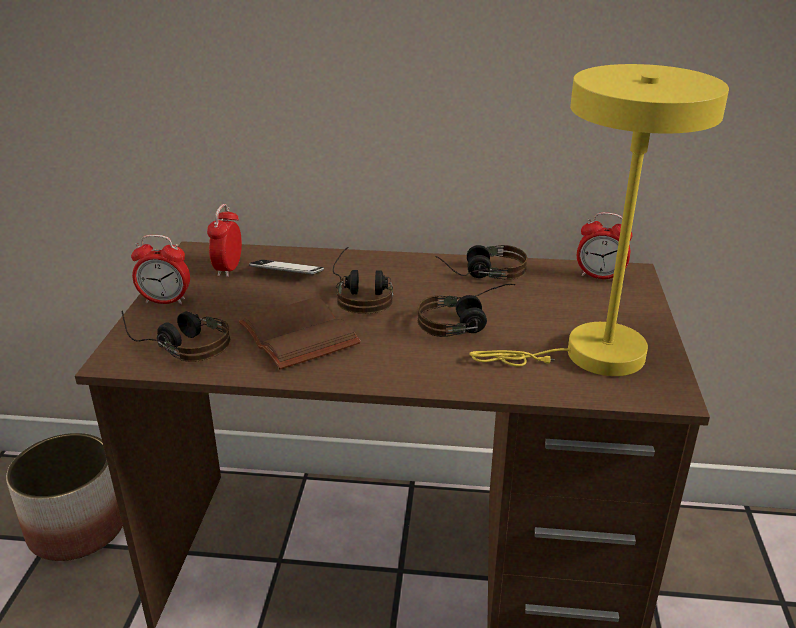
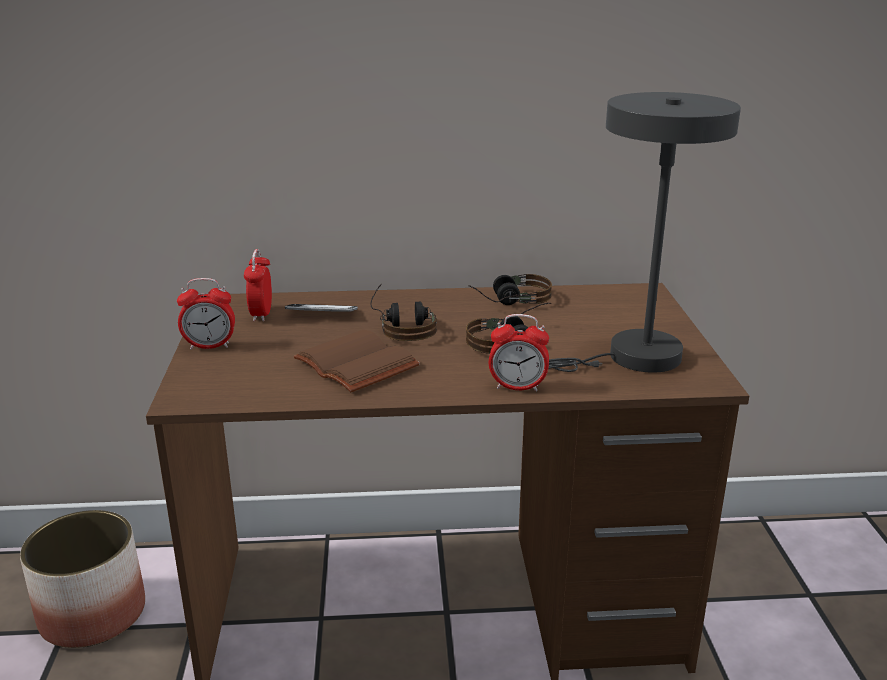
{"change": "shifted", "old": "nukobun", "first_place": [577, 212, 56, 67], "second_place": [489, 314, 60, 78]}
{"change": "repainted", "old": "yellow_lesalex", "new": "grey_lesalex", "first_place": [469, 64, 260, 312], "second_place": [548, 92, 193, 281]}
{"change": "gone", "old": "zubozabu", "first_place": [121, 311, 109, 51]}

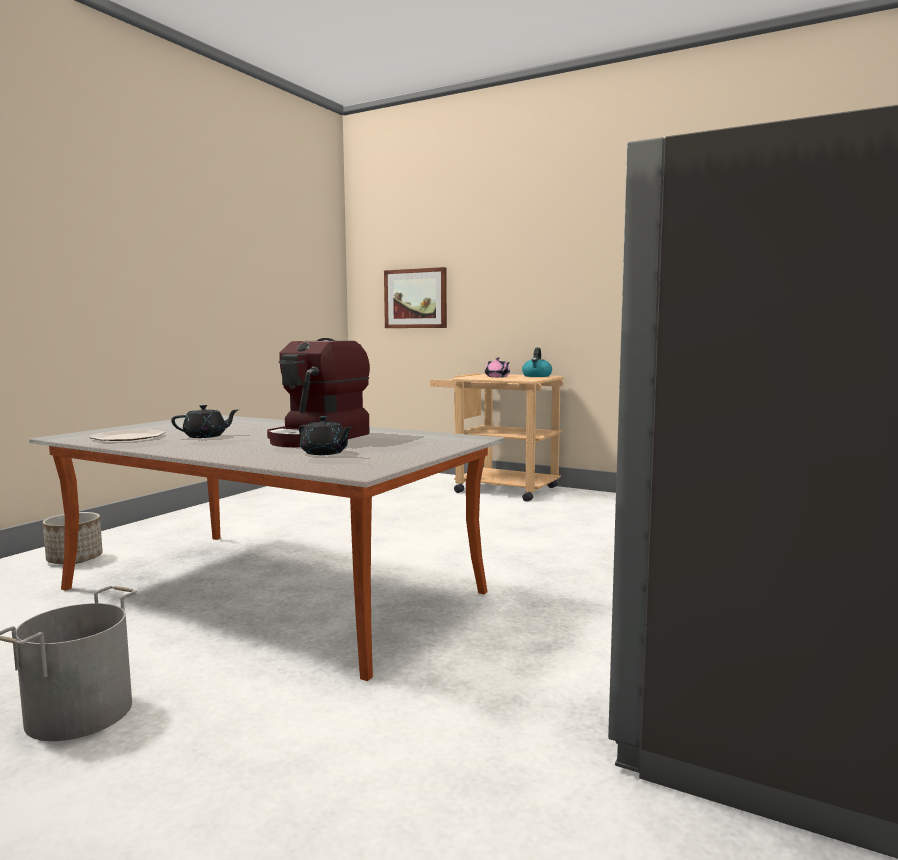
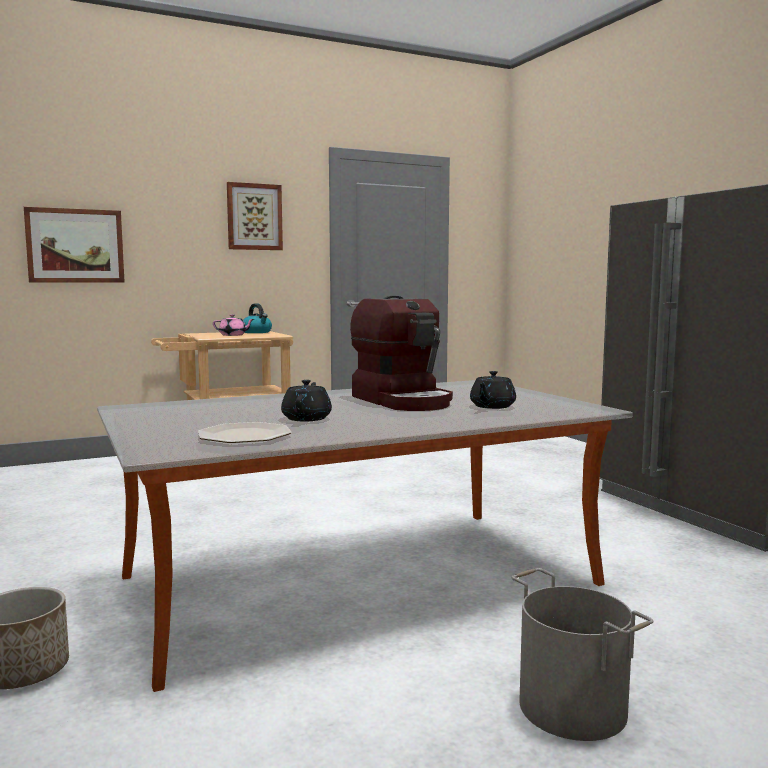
{"change": "new", "new": "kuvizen", "second_place": [227, 182, 56, 68]}
{"change": "rotated", "old": "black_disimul", "first_place": [299, 416, 54, 39], "second_place": [470, 371, 46, 38], "degrees": 135}

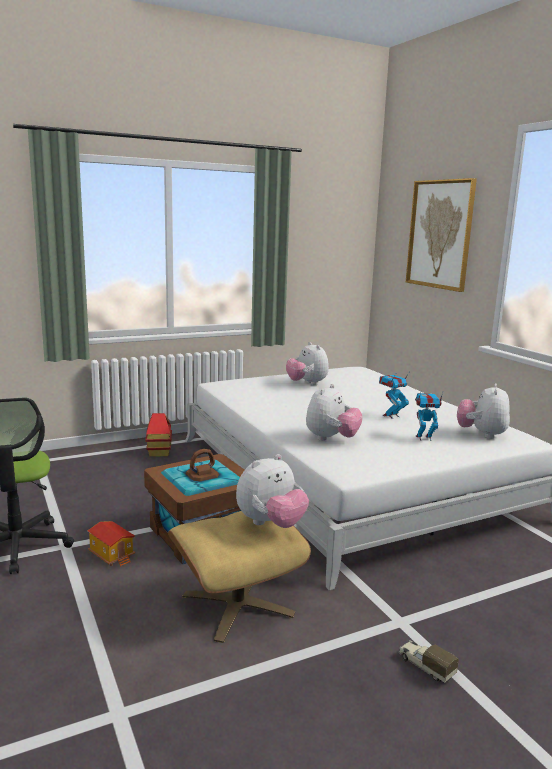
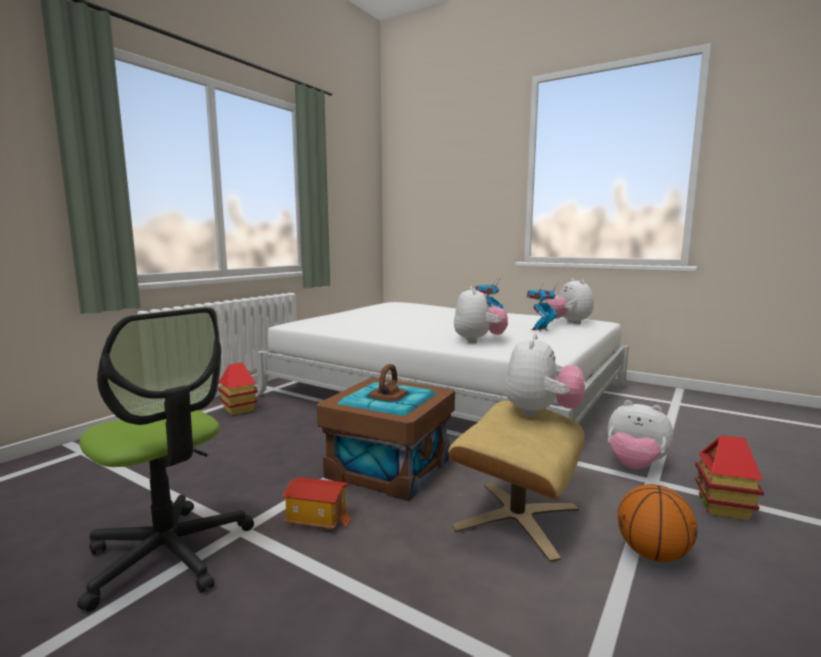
{"change": "shifted", "old": "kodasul", "first_place": [286, 342, 43, 43], "second_place": [608, 400, 66, 69]}
{"change": "new", "new": "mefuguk", "second_place": [618, 484, 80, 78]}
{"change": "swapped", "old": "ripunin", "new": "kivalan", "first_place": [399, 640, 60, 43], "second_place": [695, 435, 69, 86]}
{"change": "gone", "old": "kuvizen", "first_place": [406, 178, 71, 114]}

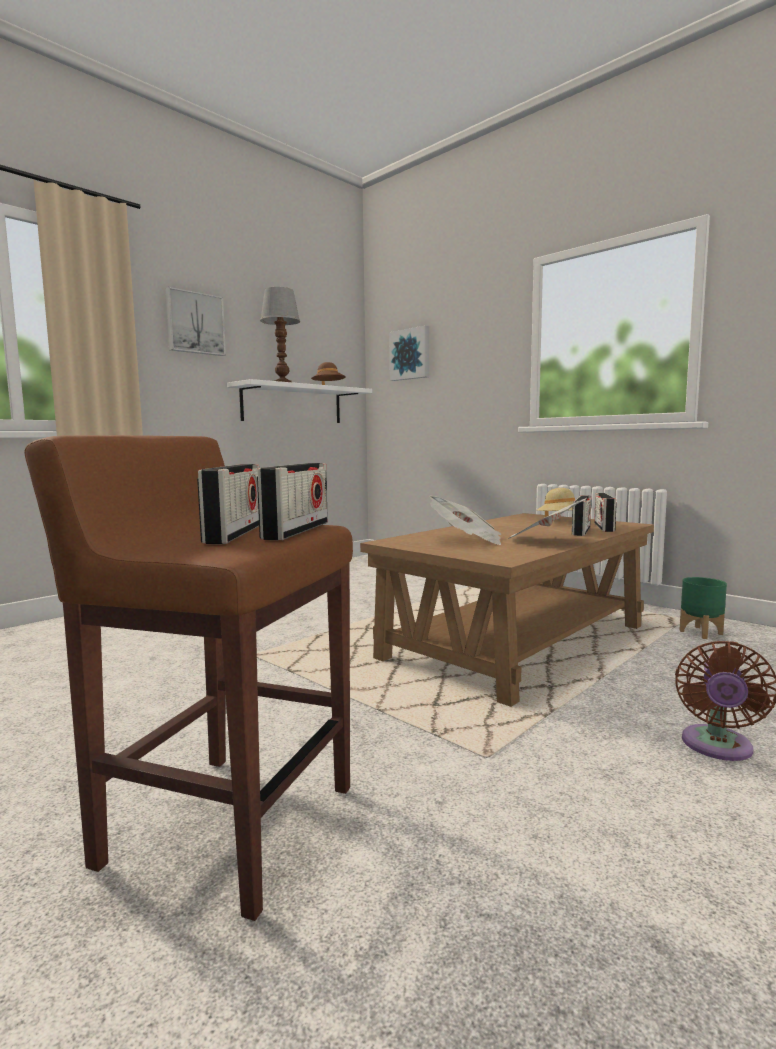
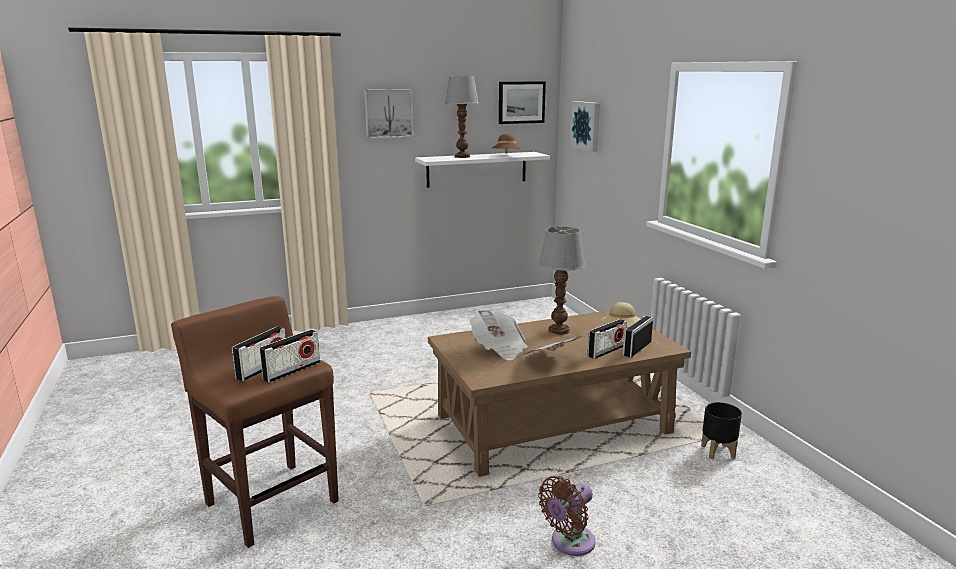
{"change": "new", "new": "kuvizen", "second_place": [499, 81, 47, 43]}
{"change": "new", "new": "lesalex", "second_place": [539, 226, 46, 109]}
{"change": "repainted", "old": "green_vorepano", "new": "black_vorepano", "first_place": [679, 577, 48, 62], "second_place": [701, 402, 41, 57]}

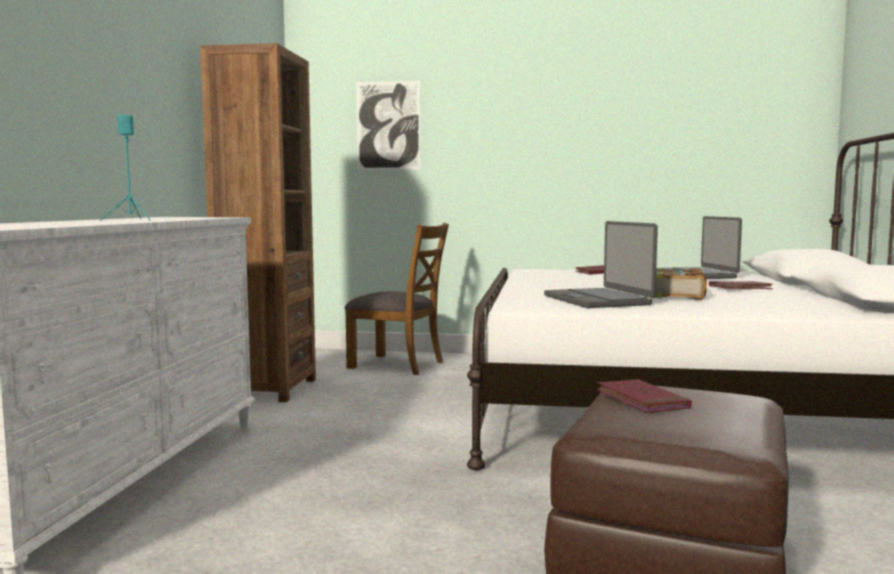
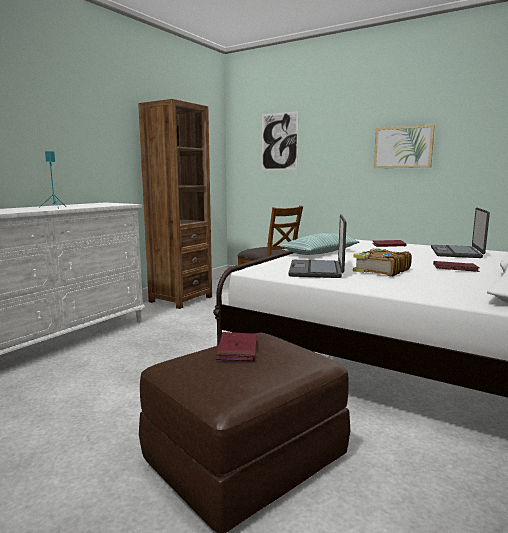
{"change": "new", "new": "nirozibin", "second_place": [280, 233, 79, 22]}
{"change": "new", "new": "kuvizen", "second_place": [374, 125, 61, 43]}

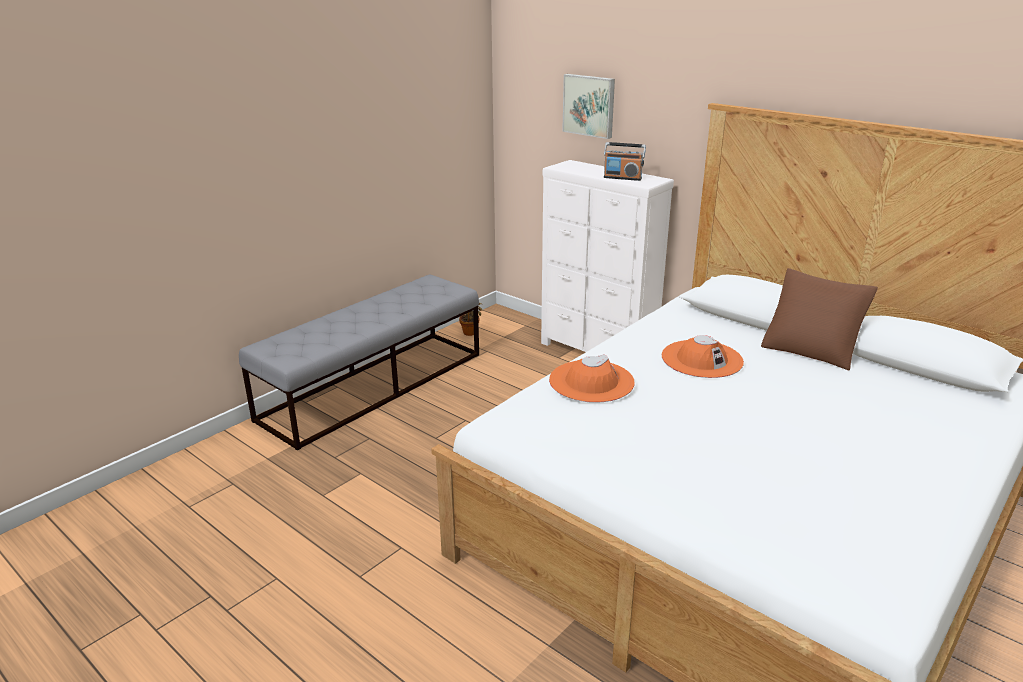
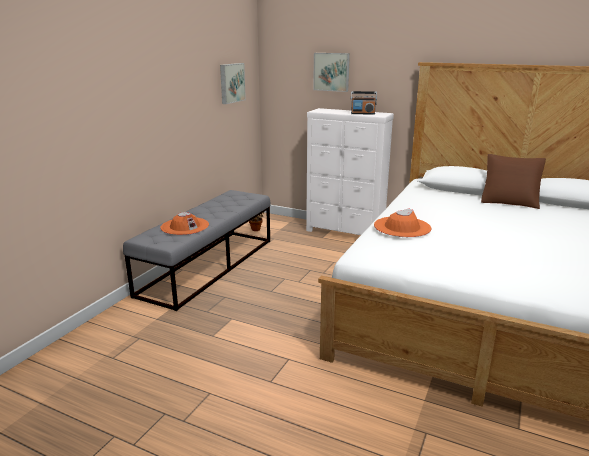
{"change": "shifted", "old": "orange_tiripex", "first_place": [662, 335, 82, 43], "second_place": [160, 212, 49, 23]}
{"change": "new", "new": "kuvizen", "second_place": [220, 63, 26, 41]}

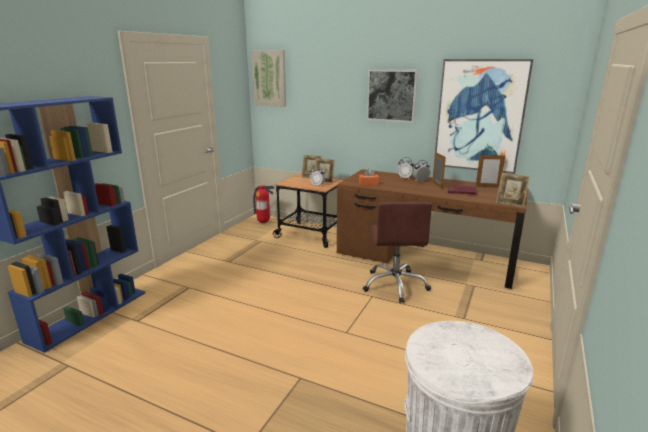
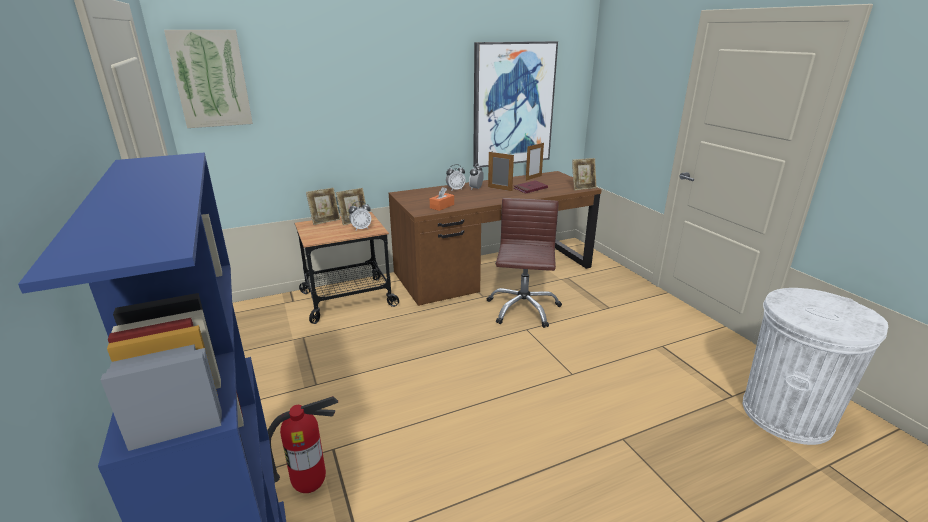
{"change": "shifted", "old": "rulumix", "first_place": [253, 185, 22, 38], "second_place": [268, 396, 70, 97]}
{"change": "rotated", "old": "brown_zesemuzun", "first_place": [363, 202, 69, 101], "second_place": [487, 198, 75, 130], "degrees": -120}
{"change": "gone", "old": "kuvizen", "first_place": [366, 69, 52, 54]}

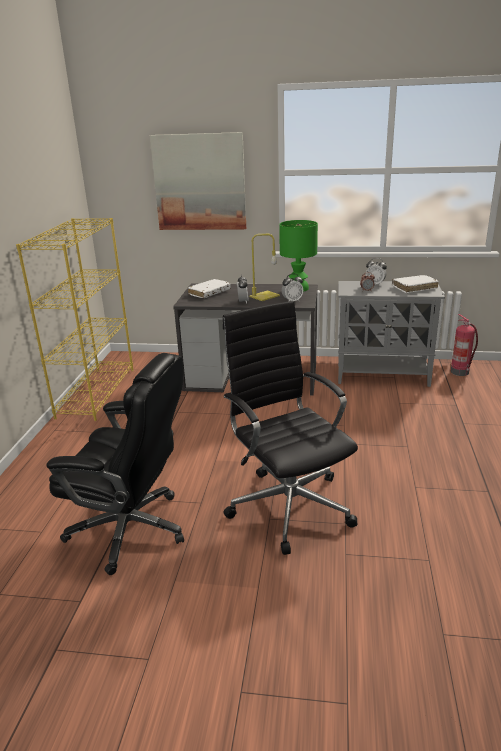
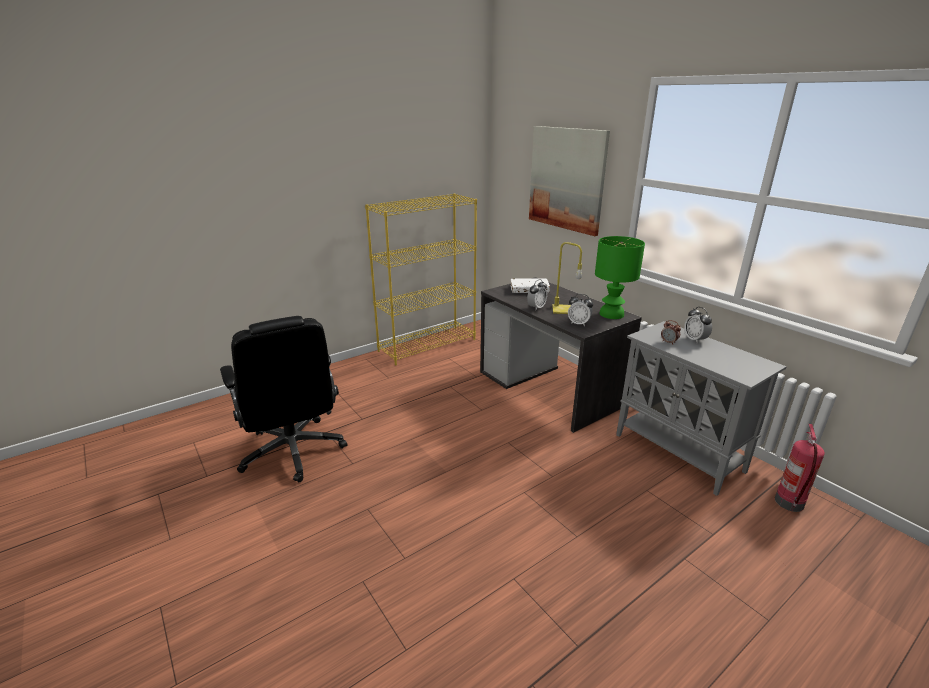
{"change": "gone", "old": "black_zesemuzun", "first_place": [223, 301, 135, 254]}
{"change": "gone", "old": "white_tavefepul", "first_place": [392, 275, 47, 18]}

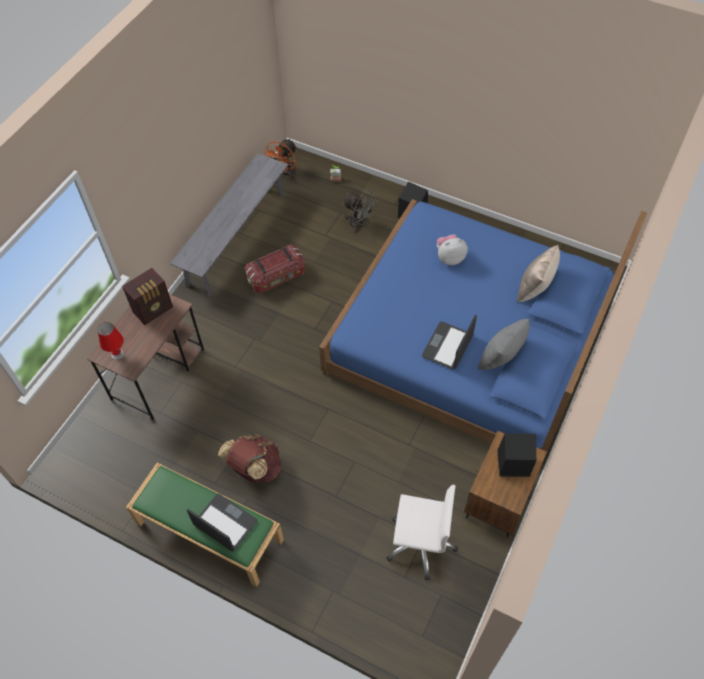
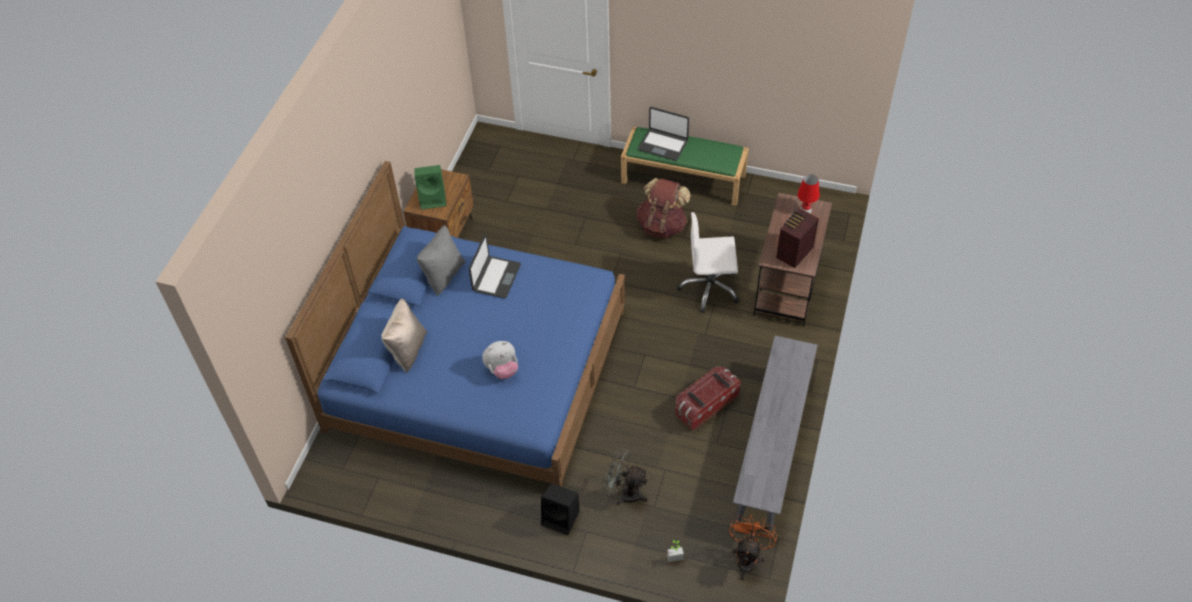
{"change": "repainted", "old": "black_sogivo", "new": "green_sogivo", "first_place": [497, 433, 39, 44], "second_place": [414, 165, 33, 45]}
{"change": "shifted", "old": "white_zesemuzun", "first_place": [386, 485, 72, 95], "second_place": [677, 212, 62, 101]}

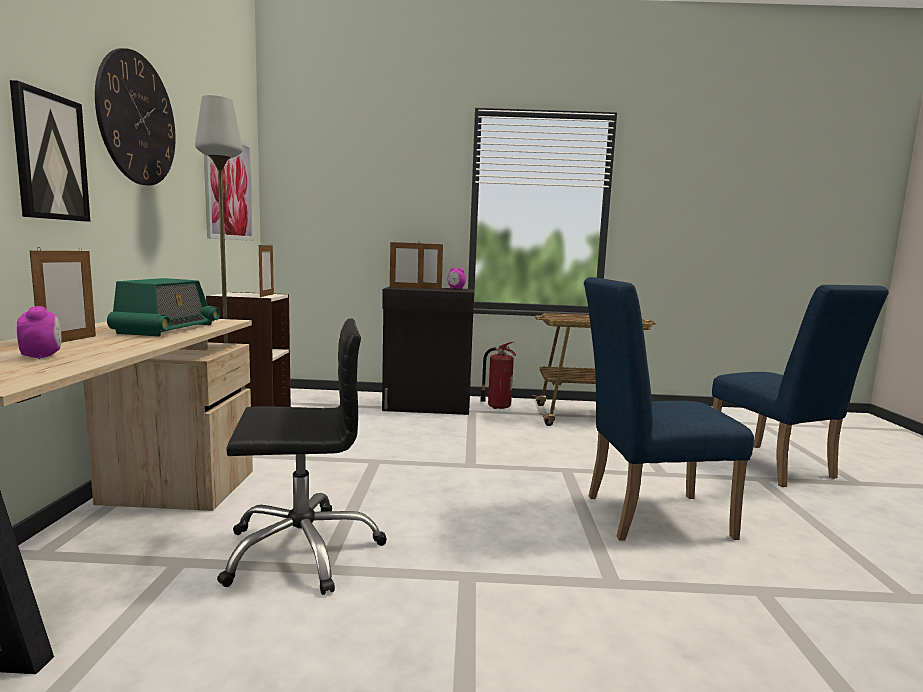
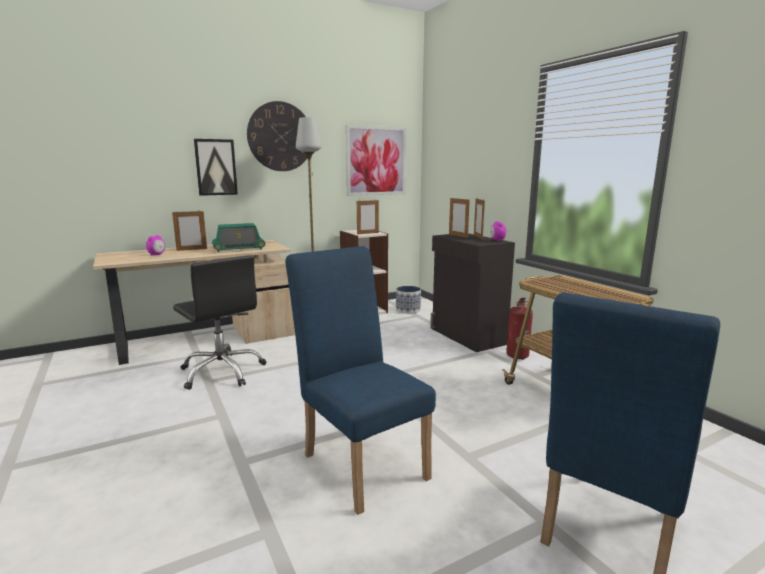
{"change": "new", "new": "vorepano", "second_place": [396, 286, 25, 28]}

